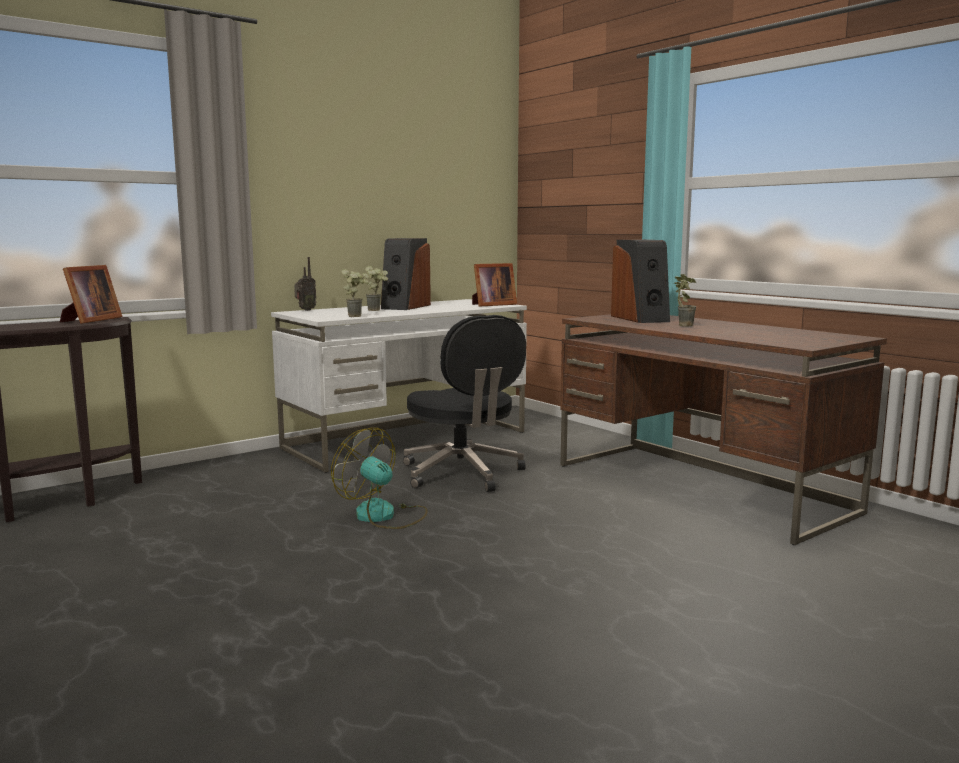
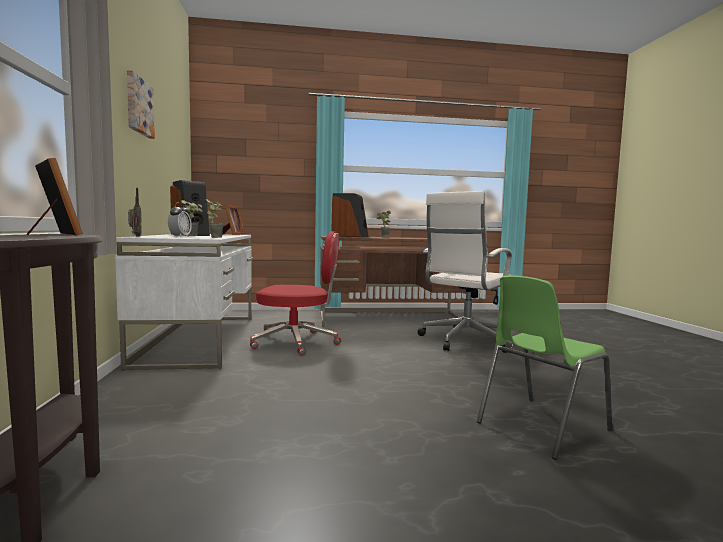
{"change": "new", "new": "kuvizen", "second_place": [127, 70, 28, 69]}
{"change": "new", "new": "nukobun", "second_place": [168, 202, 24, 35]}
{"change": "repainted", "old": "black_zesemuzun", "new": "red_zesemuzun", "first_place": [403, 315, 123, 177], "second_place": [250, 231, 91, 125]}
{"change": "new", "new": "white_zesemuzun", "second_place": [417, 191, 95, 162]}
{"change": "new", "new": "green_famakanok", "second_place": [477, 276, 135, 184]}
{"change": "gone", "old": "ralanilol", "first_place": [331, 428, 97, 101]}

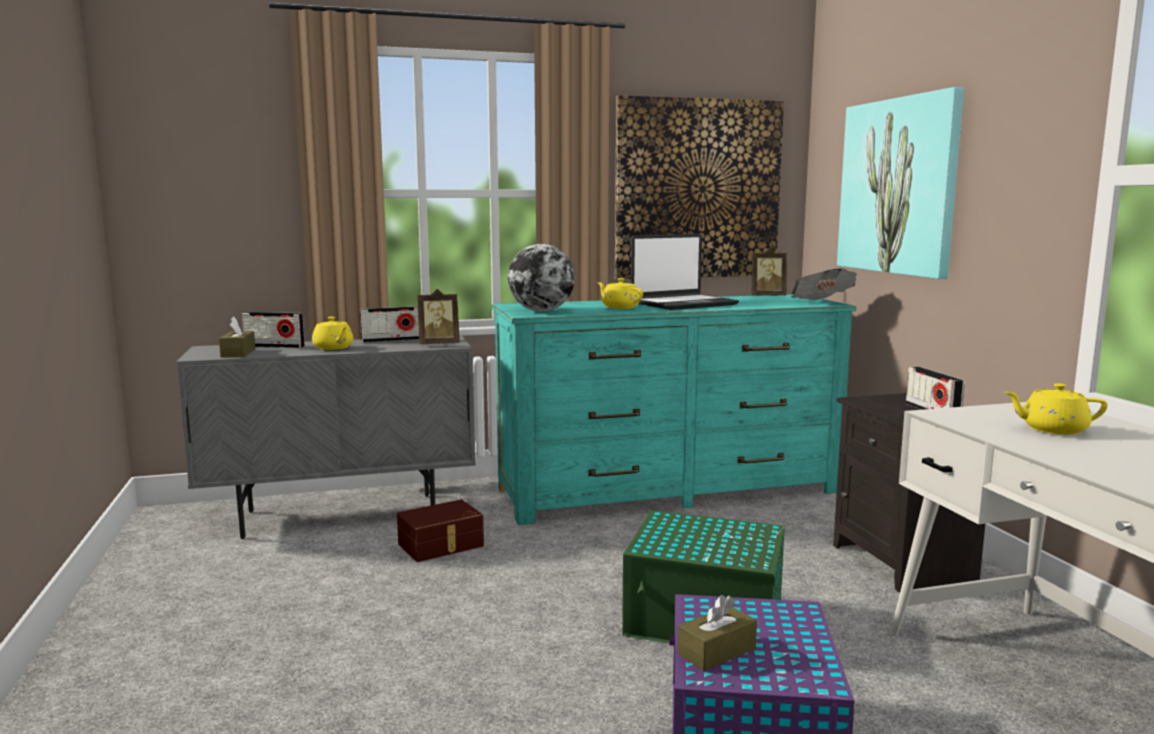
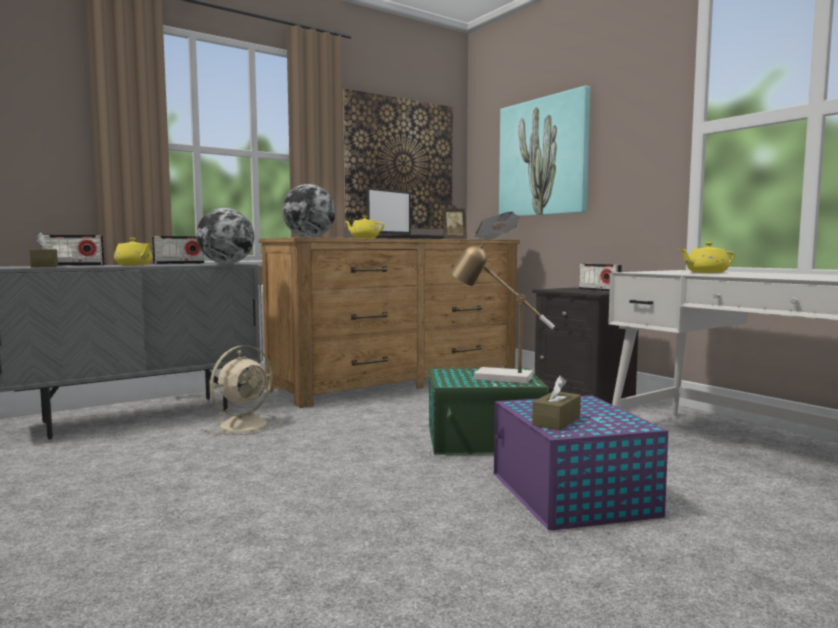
{"change": "swapped", "old": "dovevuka", "new": "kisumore", "first_place": [417, 289, 43, 55], "second_place": [196, 208, 58, 56]}
{"change": "swapped", "old": "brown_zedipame", "new": "beige_ralanilol", "first_place": [397, 499, 87, 63], "second_place": [204, 345, 78, 90]}
{"change": "repainted", "old": "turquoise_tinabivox", "new": "brown_tinabivox", "first_place": [492, 294, 364, 231], "second_place": [259, 237, 261, 171]}
{"change": "new", "new": "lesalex", "second_place": [450, 243, 105, 141]}

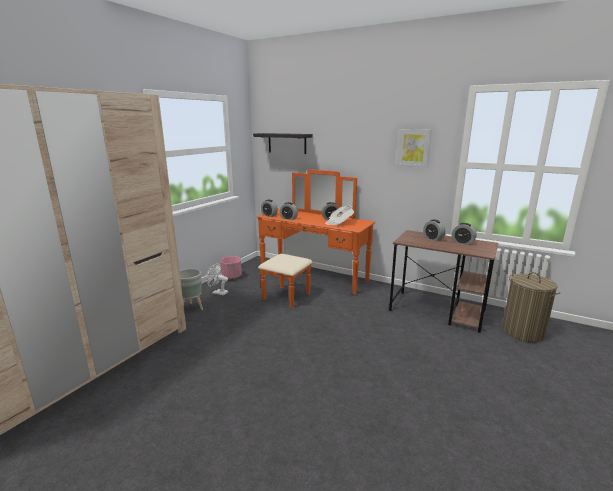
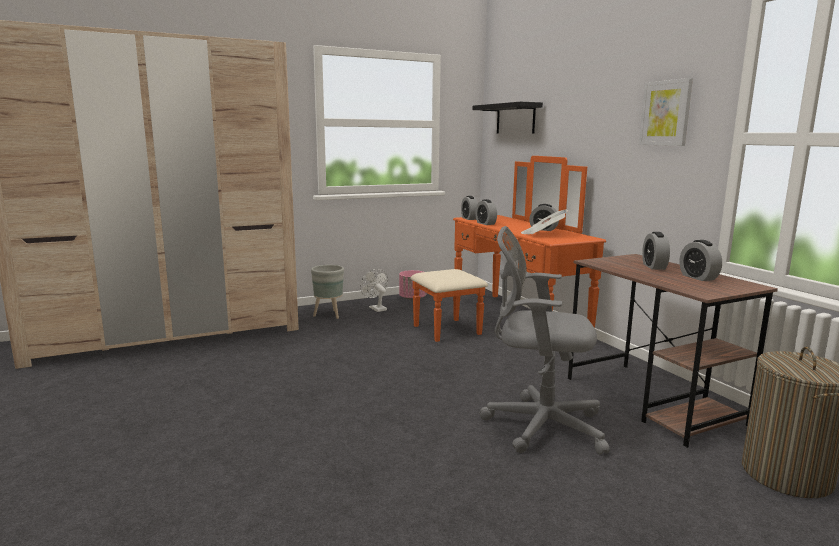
{"change": "new", "new": "grey_zesemuzun", "second_place": [480, 226, 130, 229]}

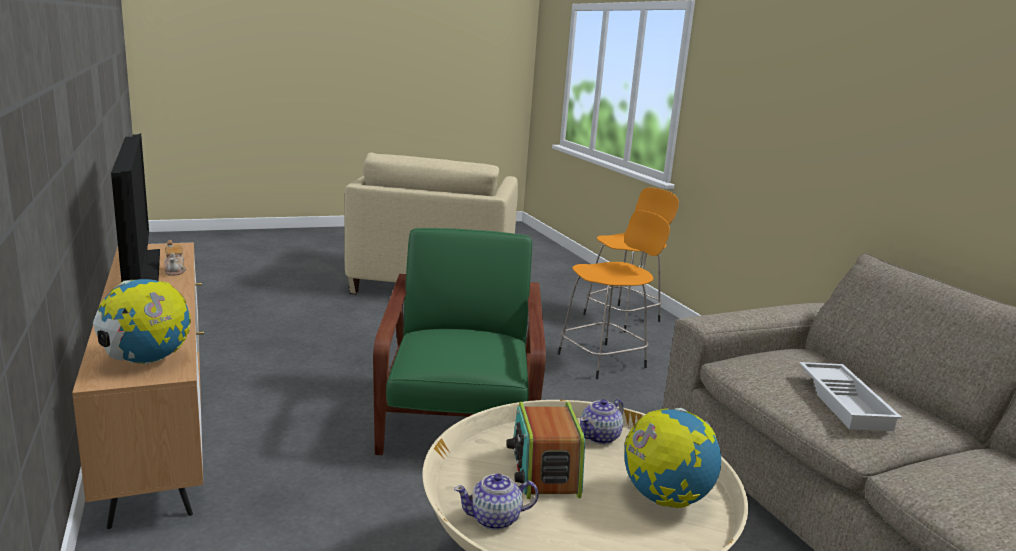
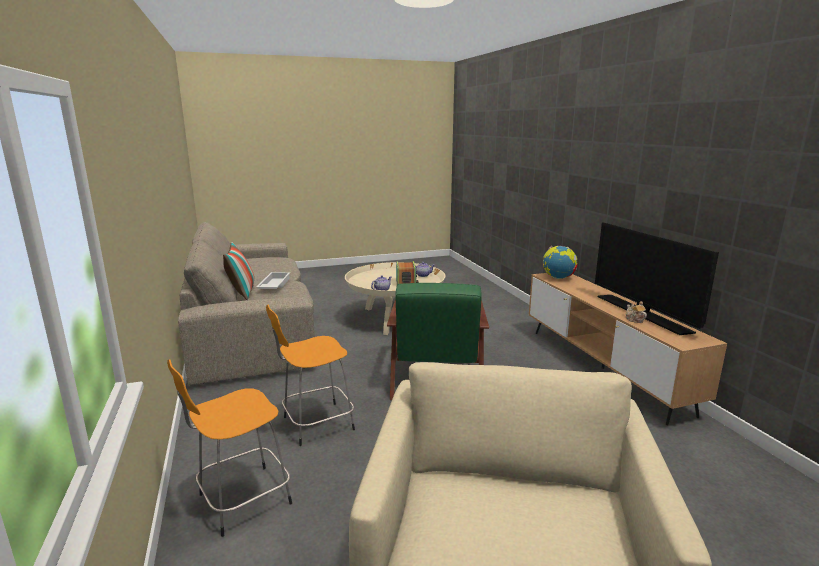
{"change": "new", "new": "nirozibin", "second_place": [223, 242, 31, 58]}
{"change": "gone", "old": "kisumore", "first_place": [624, 408, 97, 100]}

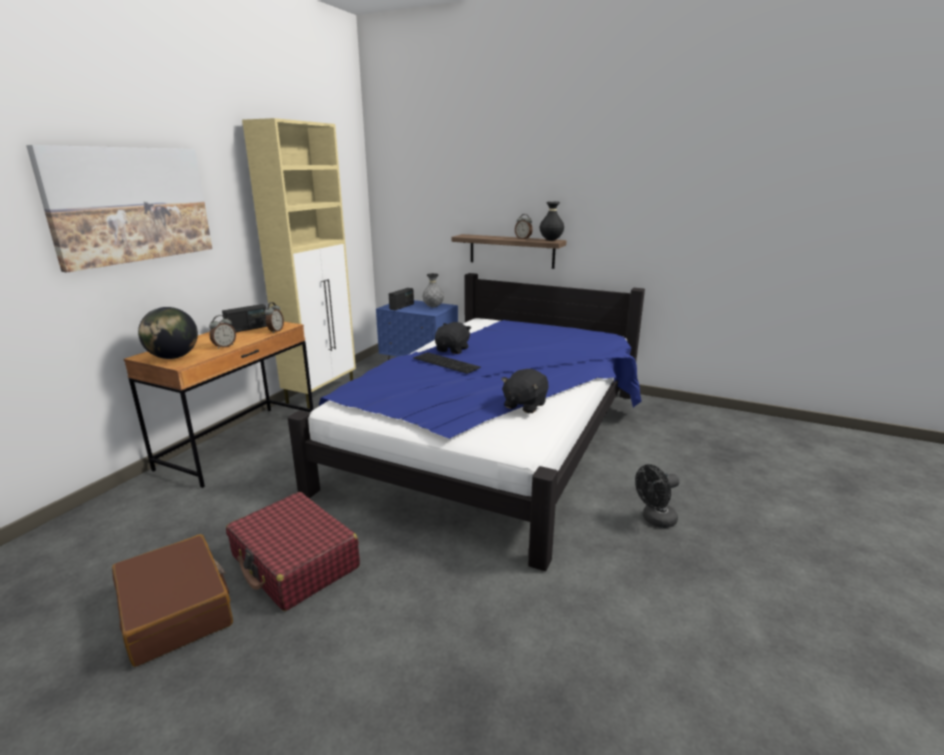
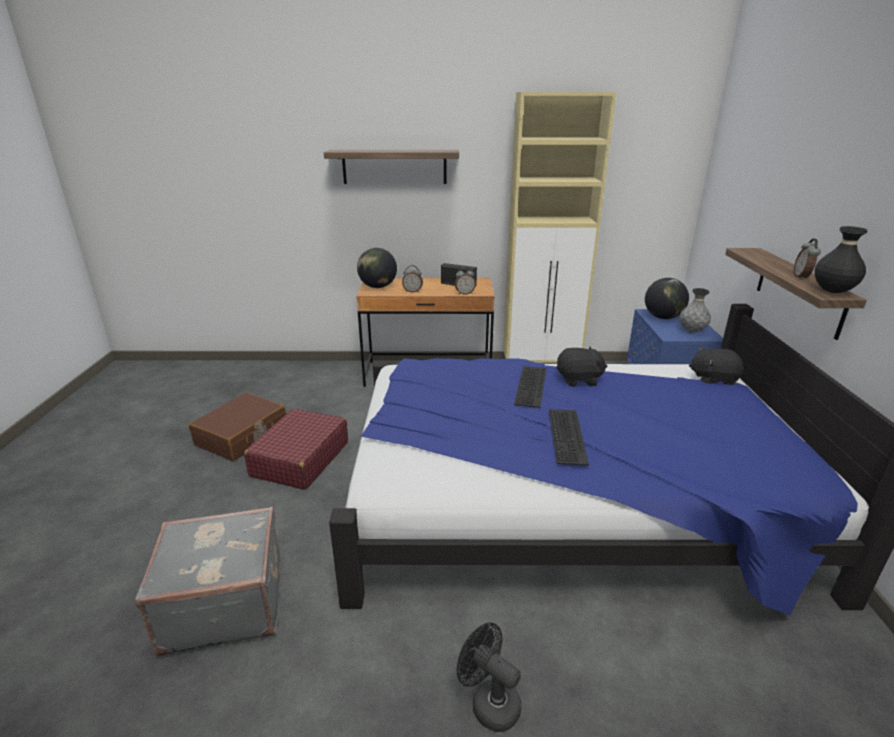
{"change": "new", "new": "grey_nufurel", "second_place": [135, 507, 146, 149]}
{"change": "swapped", "old": "kuvizen", "new": "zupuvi", "first_place": [26, 145, 186, 127], "second_place": [324, 150, 135, 34]}
{"change": "new", "new": "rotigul", "second_place": [549, 409, 40, 57]}
{"change": "swapped", "old": "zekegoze", "new": "kisumore", "first_place": [389, 288, 25, 22], "second_place": [645, 278, 44, 41]}
{"change": "shifted", "old": "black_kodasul", "first_place": [501, 369, 47, 44], "second_place": [689, 347, 54, 38]}

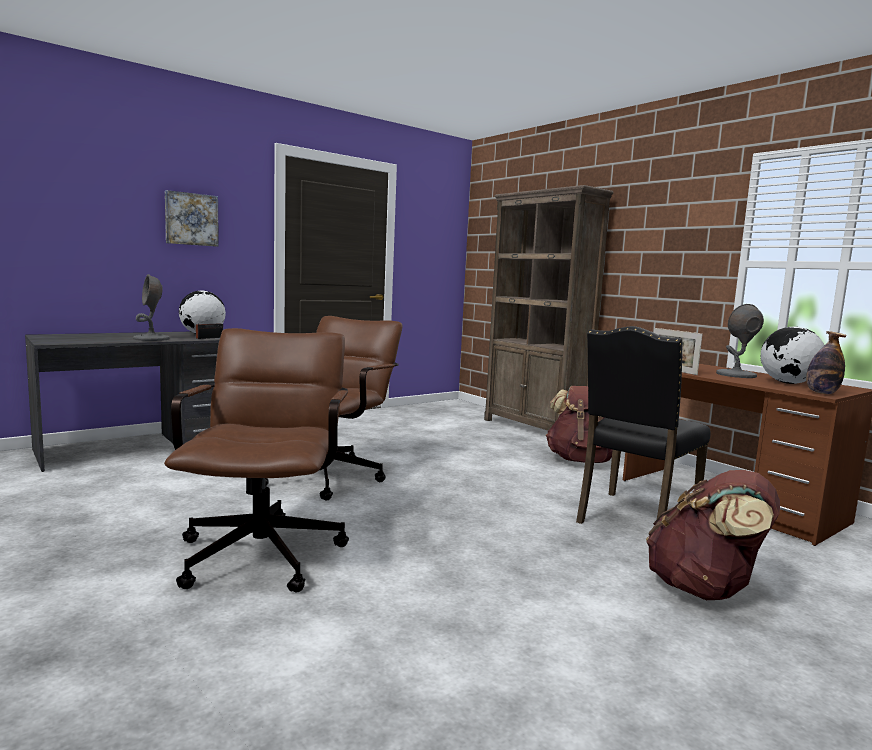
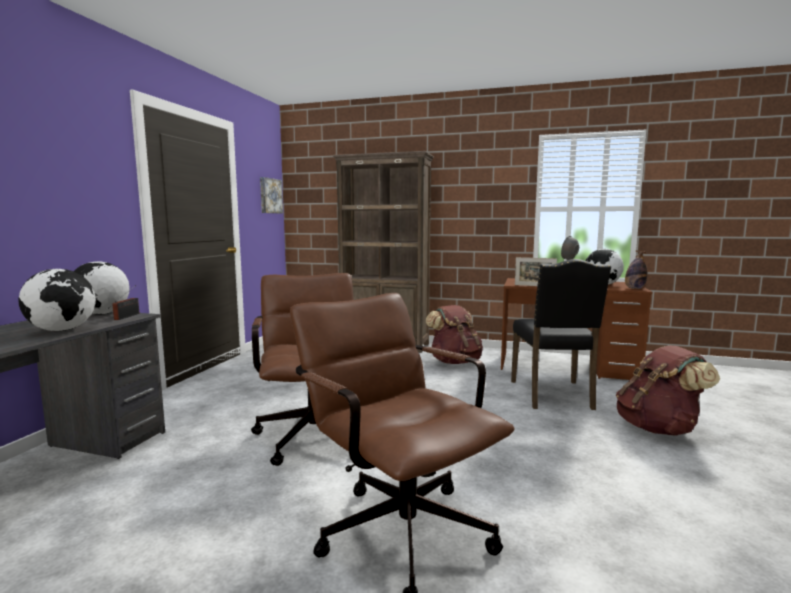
{"change": "swapped", "old": "grey_lesalex", "new": "kisumore", "first_place": [133, 274, 37, 67], "second_place": [18, 269, 78, 62]}
{"change": "shifted", "old": "kuvizen", "first_place": [165, 190, 54, 57], "second_place": [260, 177, 23, 36]}

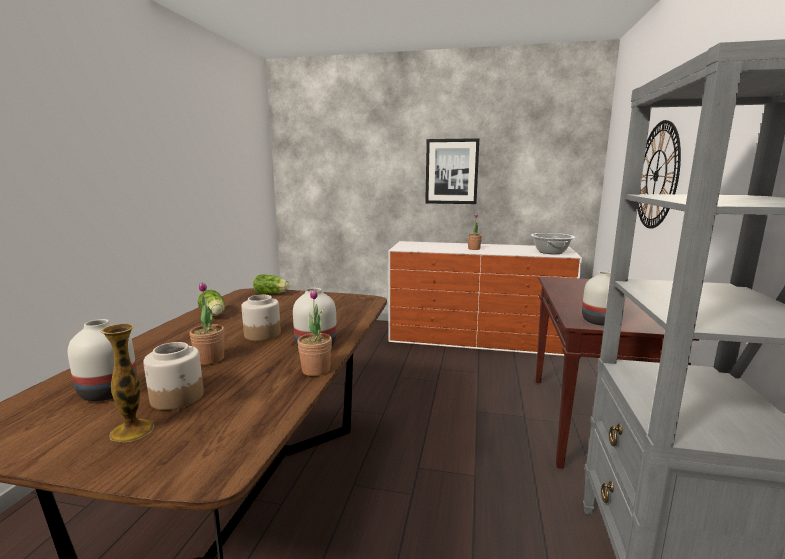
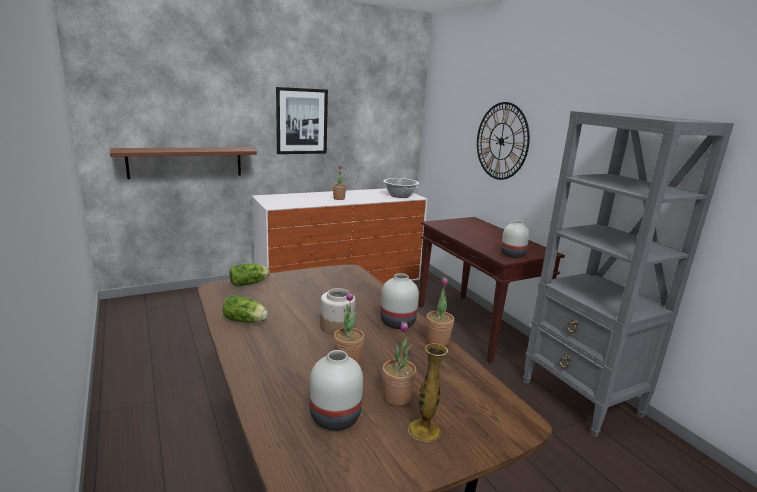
{"change": "new", "new": "brown_zupuvi", "second_place": [110, 147, 147, 32]}
{"change": "swapped", "old": "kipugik", "new": "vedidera", "first_place": [143, 342, 61, 68], "second_place": [382, 321, 35, 85]}

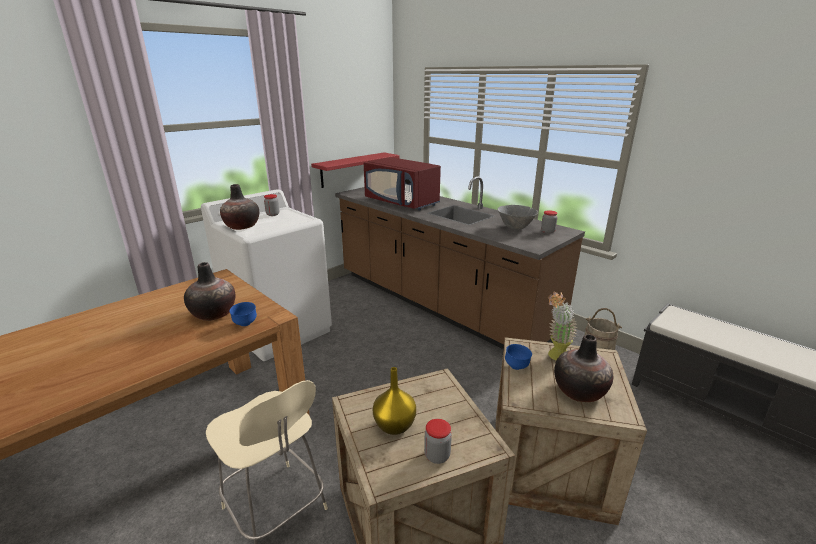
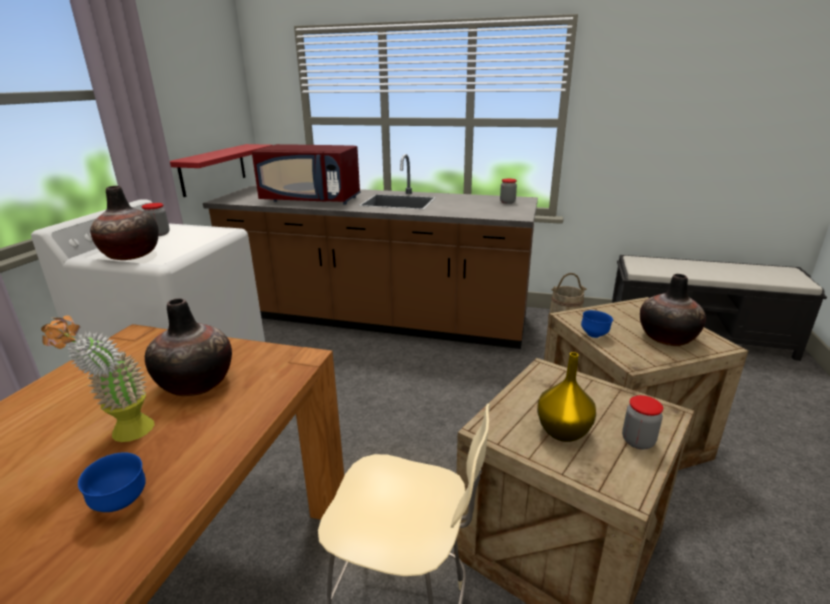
{"change": "shifted", "old": "vedidera", "first_place": [548, 292, 29, 69], "second_place": [41, 315, 113, 127]}
{"change": "shifted", "old": "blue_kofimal", "first_place": [230, 302, 27, 24], "second_place": [78, 452, 68, 60]}
{"change": "gone", "old": "grey_kofimal", "first_place": [497, 205, 41, 24]}

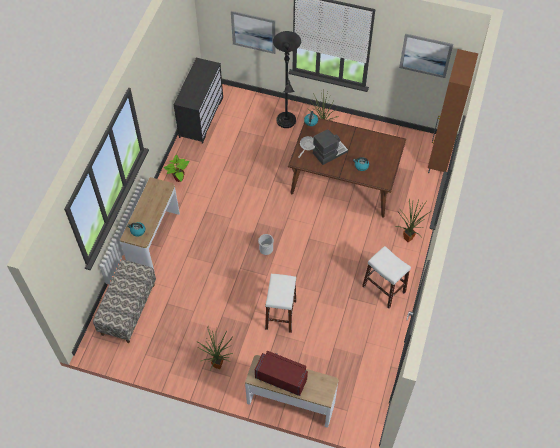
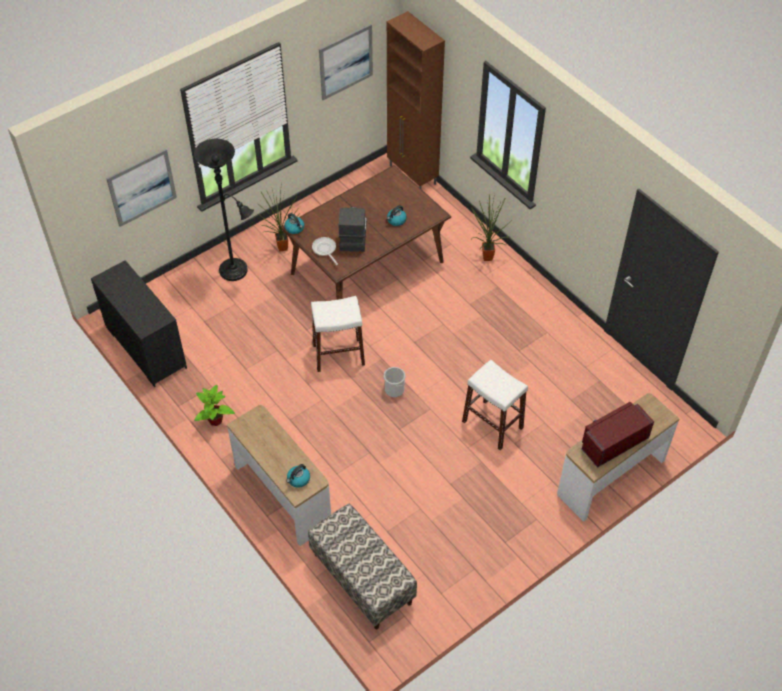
{"change": "shifted", "old": "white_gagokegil", "first_place": [362, 246, 49, 62], "second_place": [311, 296, 54, 76]}
{"change": "gone", "old": "vedidera", "first_place": [198, 326, 35, 44]}

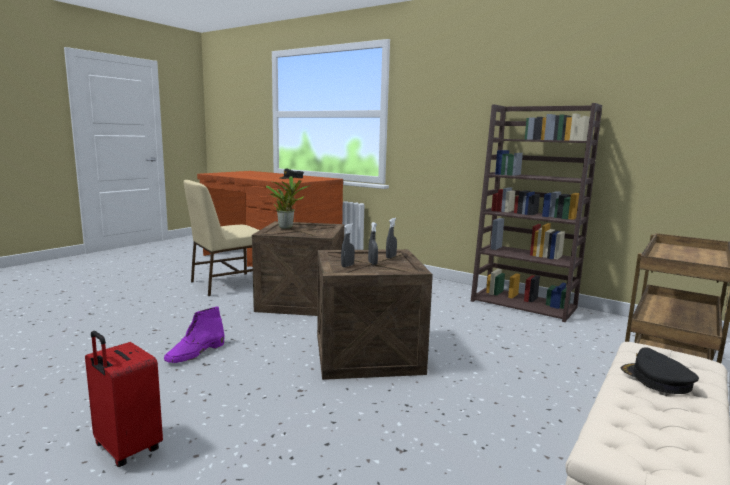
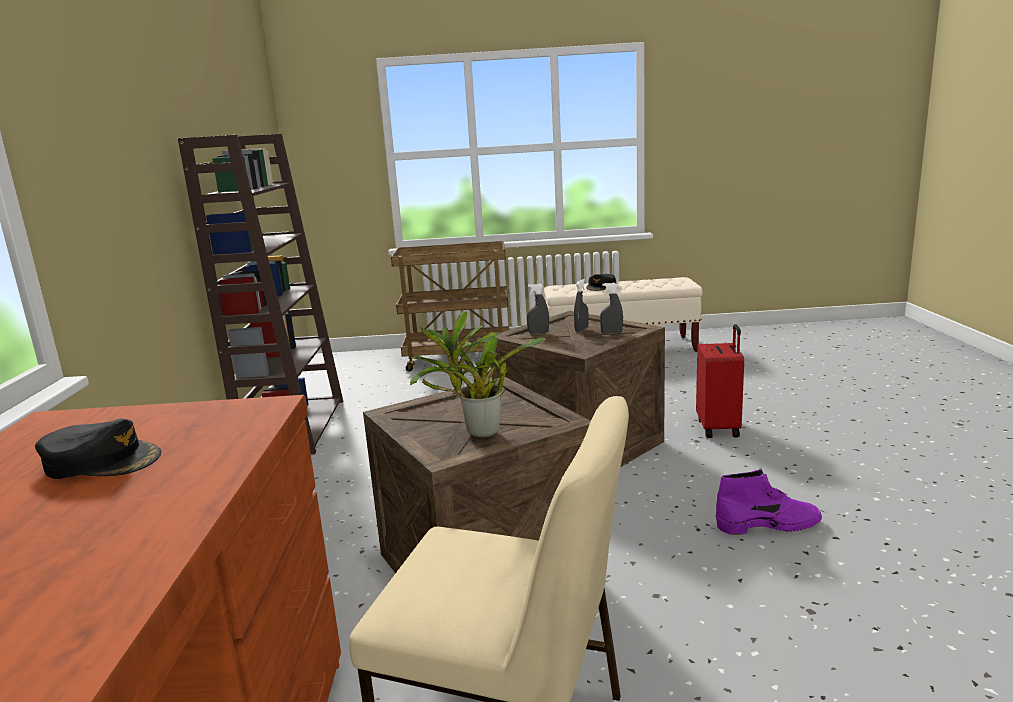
{"change": "shifted", "old": "red_nufurel", "first_place": [85, 331, 78, 136], "second_place": [696, 324, 48, 114]}

